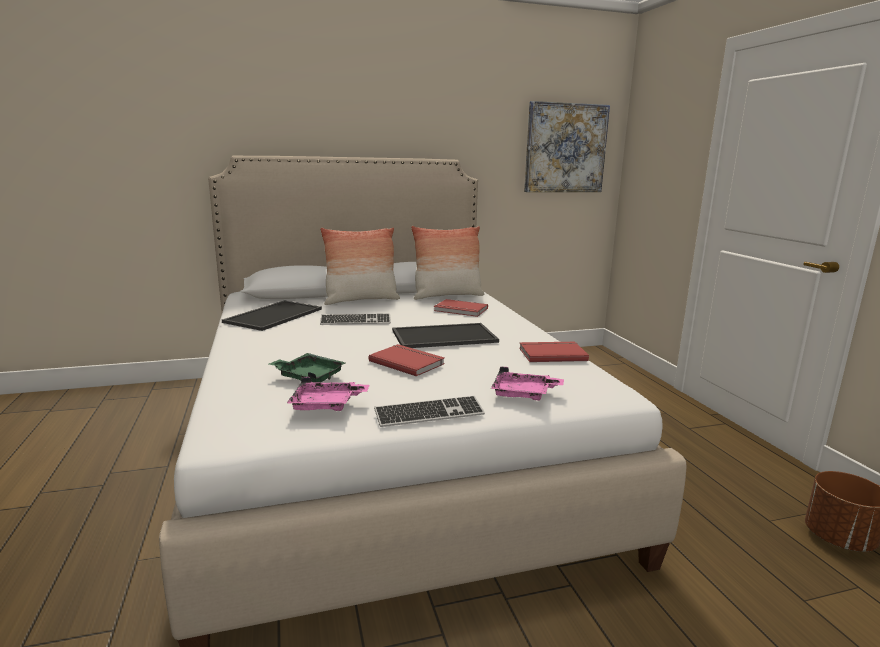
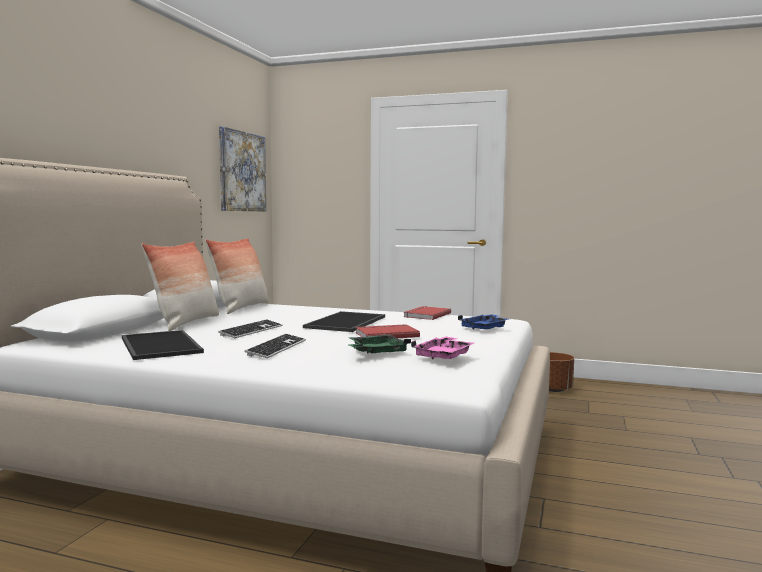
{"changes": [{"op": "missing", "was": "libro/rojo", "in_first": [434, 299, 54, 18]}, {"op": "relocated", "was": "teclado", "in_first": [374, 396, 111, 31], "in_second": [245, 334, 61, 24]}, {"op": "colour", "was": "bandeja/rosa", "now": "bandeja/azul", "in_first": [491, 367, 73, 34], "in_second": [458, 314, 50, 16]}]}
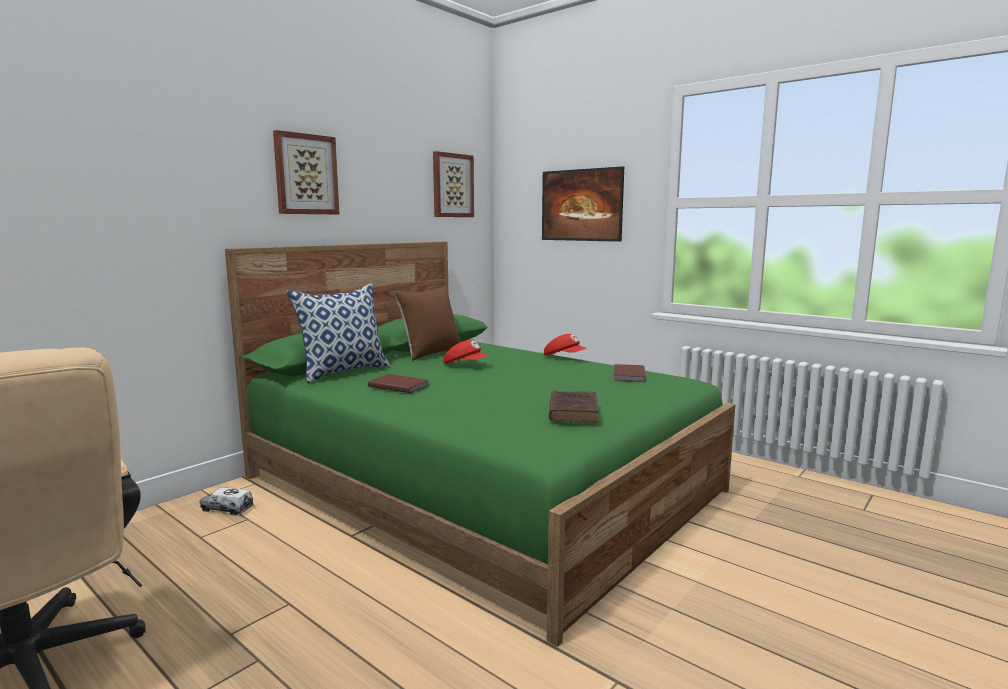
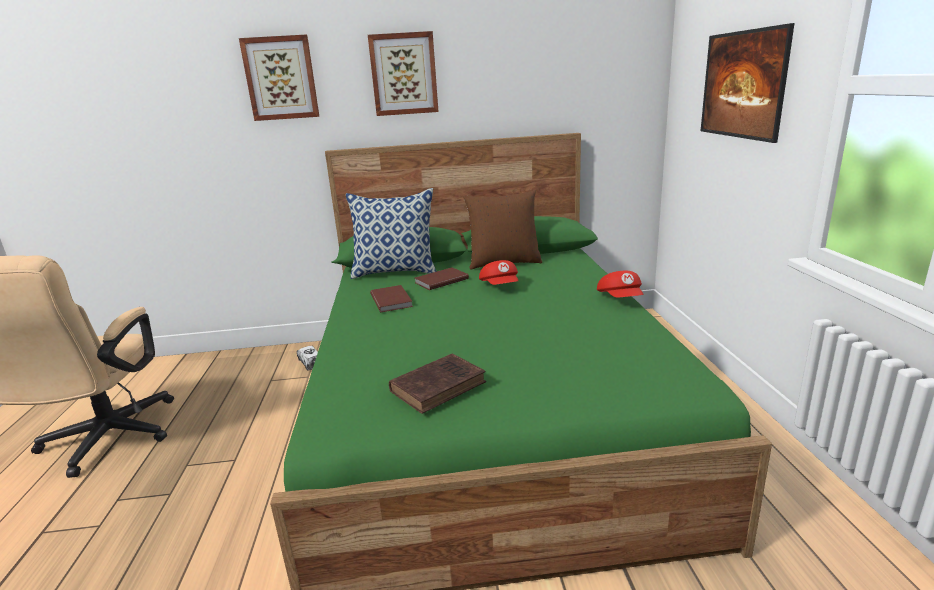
{"changes": [{"op": "relocated", "was": "cuadro", "in_first": [433, 151, 41, 66], "in_second": [239, 35, 80, 86]}, {"op": "relocated", "was": "libro/marrón", "in_first": [613, 364, 33, 18], "in_second": [415, 267, 54, 23]}]}
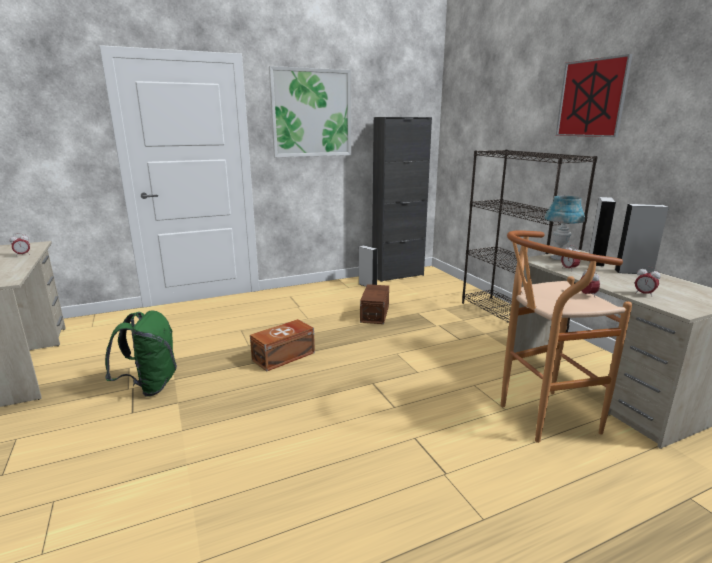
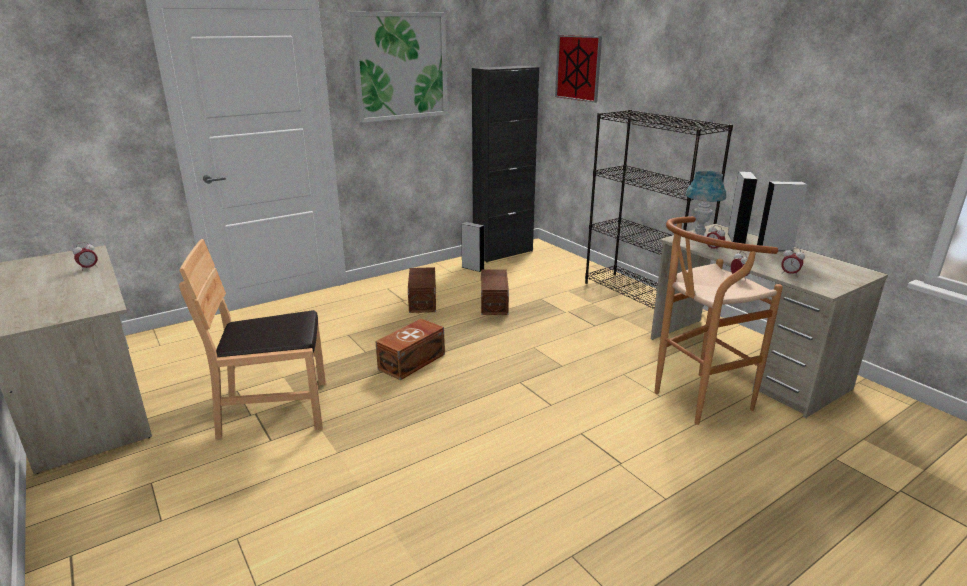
{"changes": [{"op": "appeared", "now": "caja de almacenaje/marrón", "in_second": [408, 267, 28, 46]}, {"op": "relocated", "was": "cuadro", "in_first": [556, 54, 77, 83], "in_second": [555, 35, 47, 68]}, {"op": "exchanged", "was": "mochila/verde", "now": "silla/marrón", "in_first": [105, 311, 72, 86], "in_second": [179, 239, 147, 200]}]}
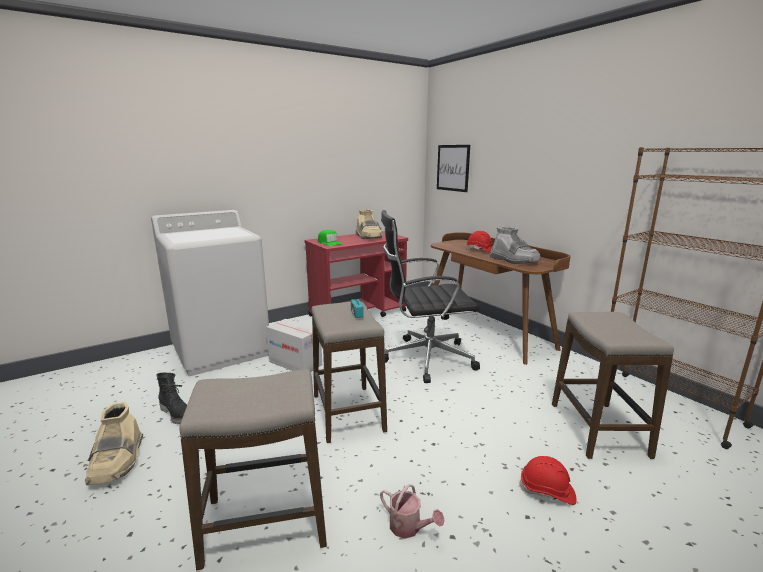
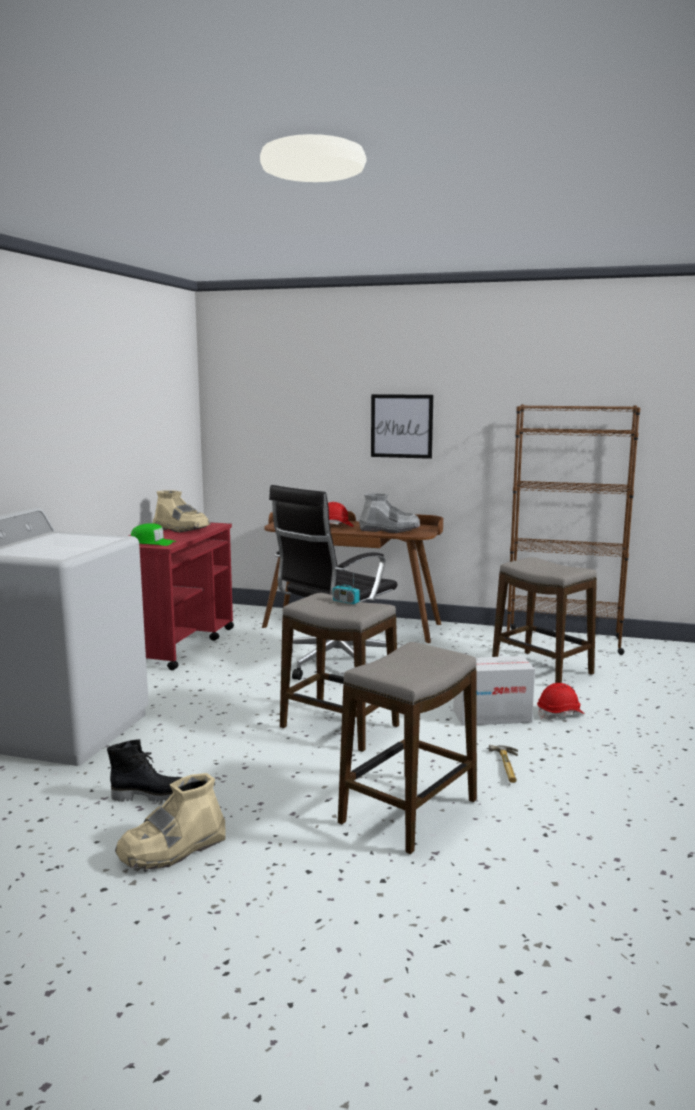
{"changes": [{"op": "relocated", "was": "caja de cartón", "in_first": [266, 319, 56, 53], "in_second": [453, 656, 82, 70]}, {"op": "relocated", "was": "cuadro", "in_first": [437, 145, 33, 47], "in_second": [371, 394, 62, 65]}, {"op": "exchanged", "was": "regadera", "now": "martillo", "in_first": [380, 485, 64, 54], "in_second": [489, 745, 29, 38]}, {"op": "spun", "was": "bota/beis", "in_first": [85, 402, 58, 83], "in_second": [115, 773, 111, 96], "clockwise": 105}]}
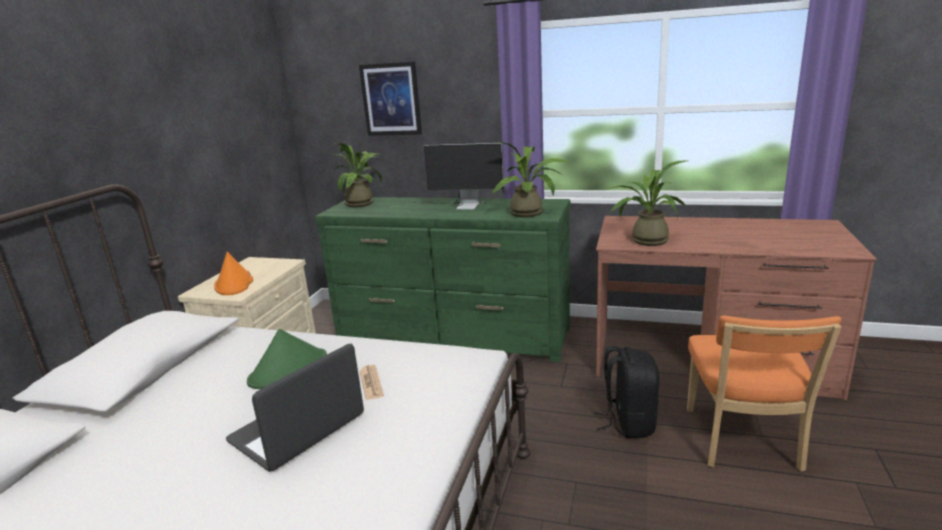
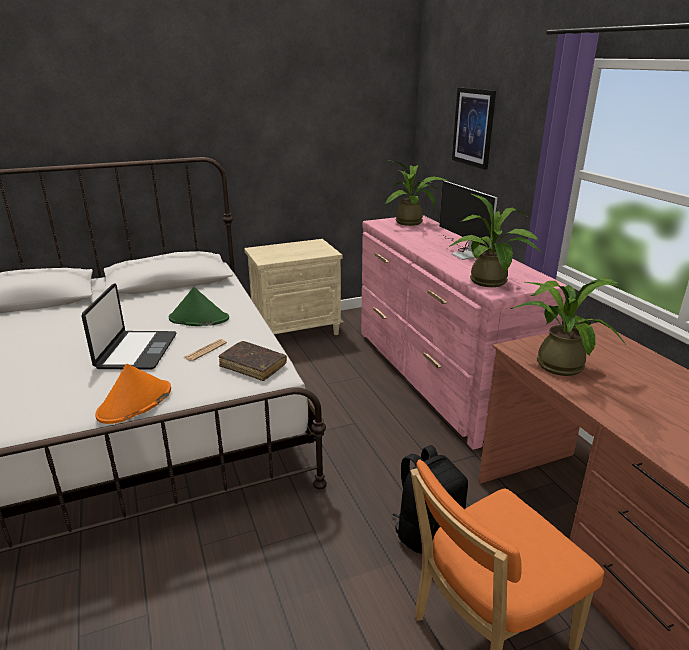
{"changes": [{"op": "appeared", "now": "libro/marrón", "in_second": [219, 341, 68, 40]}, {"op": "relocated", "was": "sombrero/naranja", "in_first": [214, 252, 39, 43], "in_second": [95, 364, 76, 60]}, {"op": "colour", "was": "cómoda/verde", "now": "cómoda/rosa", "in_first": [315, 197, 255, 165], "in_second": [361, 215, 205, 235]}, {"op": "spun", "was": "portátil", "in_first": [226, 344, 138, 128], "in_second": [82, 283, 94, 87], "clockwise": 90}]}
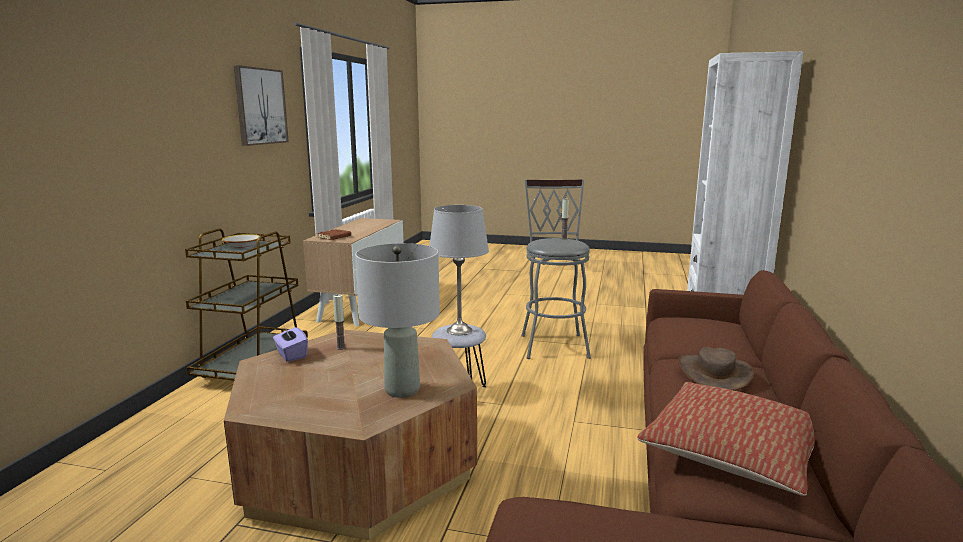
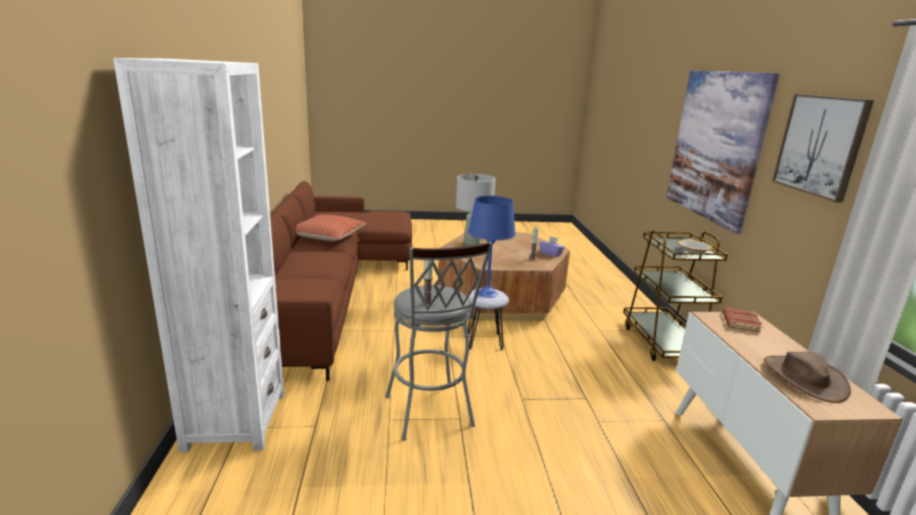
{"changes": [{"op": "appeared", "now": "cuadro", "in_second": [666, 71, 114, 163]}, {"op": "relocated", "was": "sombrero/marrón", "in_first": [678, 347, 76, 44], "in_second": [764, 351, 87, 52]}, {"op": "colour", "was": "lámpara de mesa/gris", "now": "lámpara de mesa/azul", "in_first": [429, 205, 60, 130], "in_second": [468, 196, 48, 102]}]}
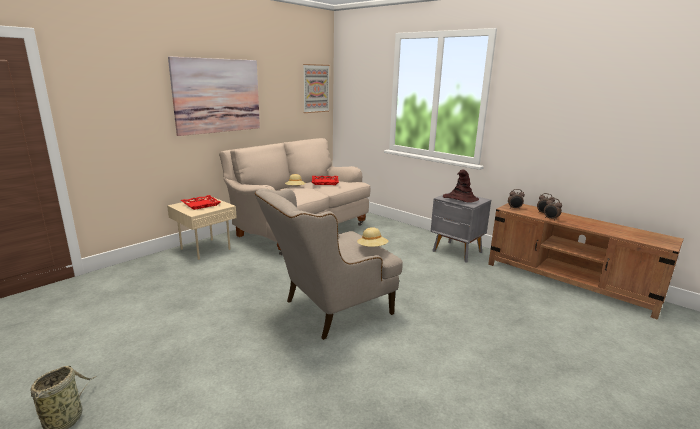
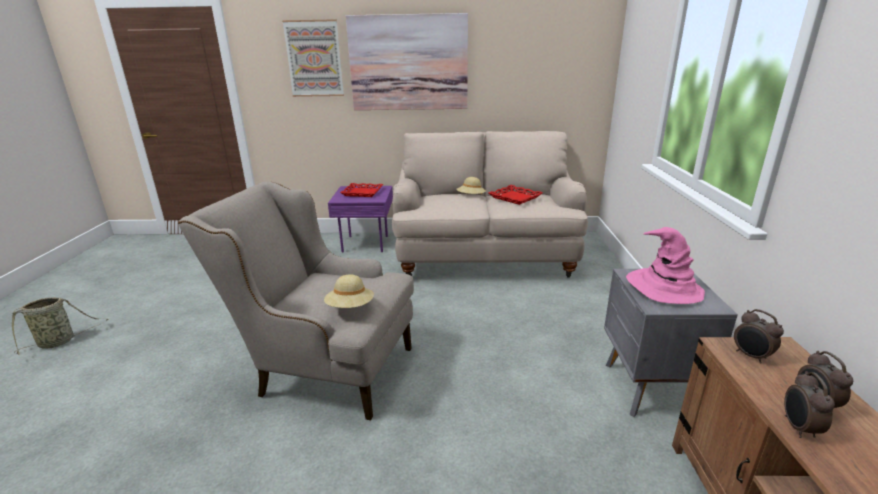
{"changes": [{"op": "relocated", "was": "cuadro", "in_first": [303, 64, 27, 49], "in_second": [282, 19, 62, 78]}, {"op": "colour", "was": "mesa auxiliar/beis", "now": "mesa auxiliar/morado", "in_first": [167, 197, 70, 63], "in_second": [328, 186, 65, 66]}, {"op": "colour", "was": "sombrero/marrón", "now": "sombrero/rosa", "in_first": [443, 169, 36, 34], "in_second": [626, 227, 79, 77]}]}
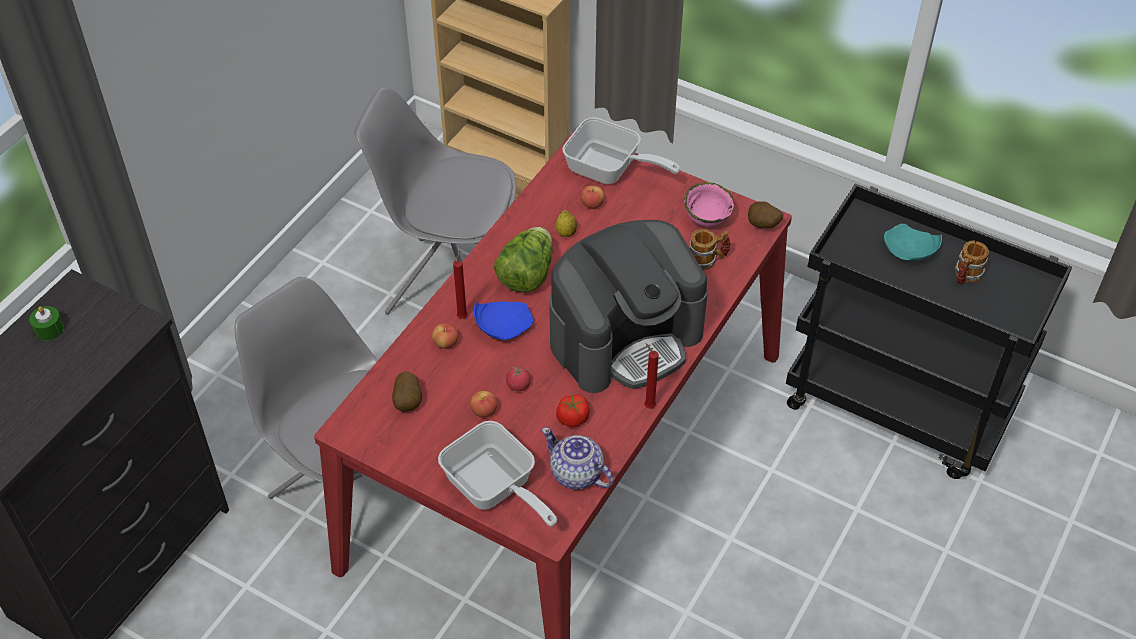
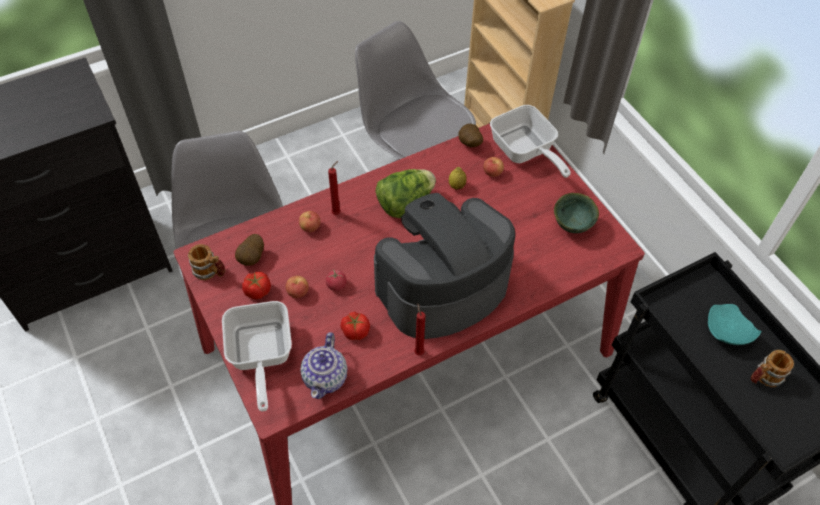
{"changes": [{"op": "missing", "was": "vela/verde", "in_first": [29, 306, 35, 35]}, {"op": "missing", "was": "plato/azul", "in_first": [474, 302, 59, 38]}, {"op": "appeared", "now": "tomate", "in_second": [242, 272, 29, 27]}, {"op": "relocated", "was": "taza grande", "in_first": [689, 229, 42, 41], "in_second": [188, 244, 38, 36]}, {"op": "relocated", "was": "patata", "in_first": [748, 201, 35, 27], "in_second": [458, 124, 25, 24]}, {"op": "colour", "was": "cuenco/rosa", "now": "cuenco/verde", "in_first": [684, 182, 50, 45], "in_second": [554, 193, 45, 40]}, {"op": "spun", "was": "tetera", "in_first": [542, 427, 72, 62], "in_second": [300, 332, 48, 67], "clockwise": -150}, {"op": "spun", "was": "cafetera", "in_first": [549, 220, 159, 173], "in_second": [374, 193, 141, 146], "clockwise": 150}]}
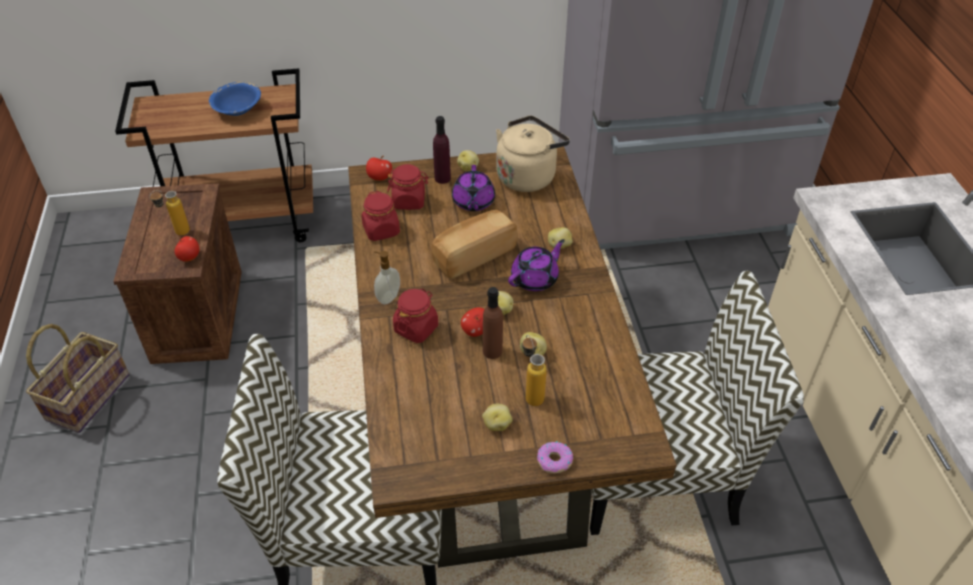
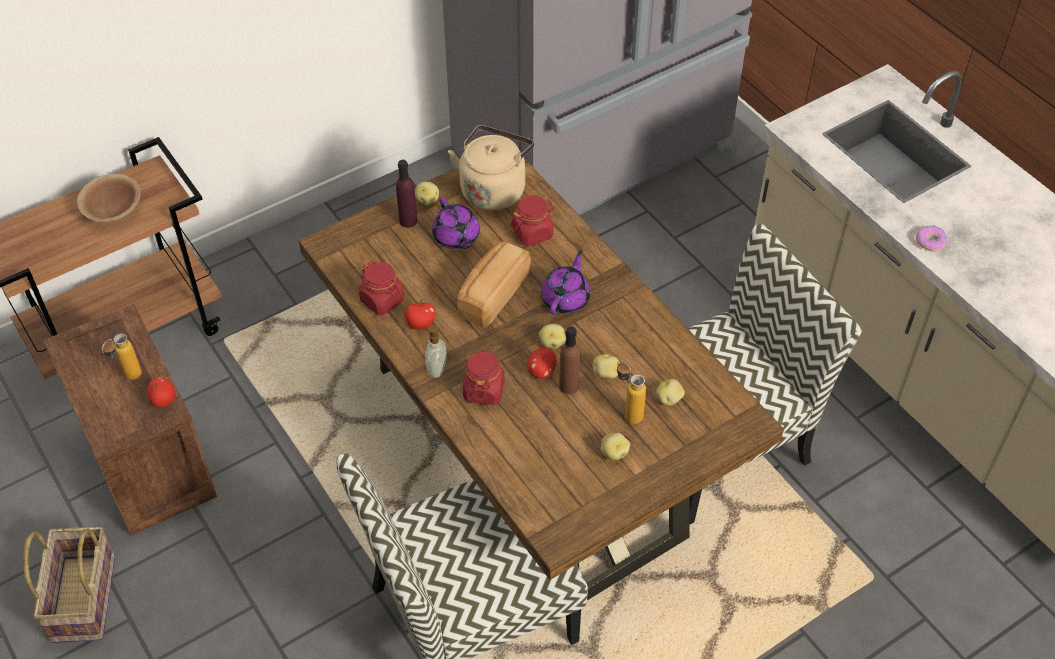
{"changes": [{"op": "relocated", "was": "manzana", "in_first": [366, 156, 26, 25], "in_second": [405, 300, 31, 29]}, {"op": "relocated", "was": "tarro/rojo", "in_first": [387, 164, 42, 46], "in_second": [511, 195, 44, 51]}, {"op": "relocated", "was": "rosquilla", "in_first": [537, 441, 36, 33], "in_second": [916, 225, 31, 27]}, {"op": "relocated", "was": "patata", "in_first": [548, 227, 25, 22], "in_second": [656, 379, 29, 27]}, {"op": "colour", "was": "cuenco/azul", "now": "cuenco/marrón", "in_first": [209, 82, 52, 34], "in_second": [77, 174, 64, 48]}]}
